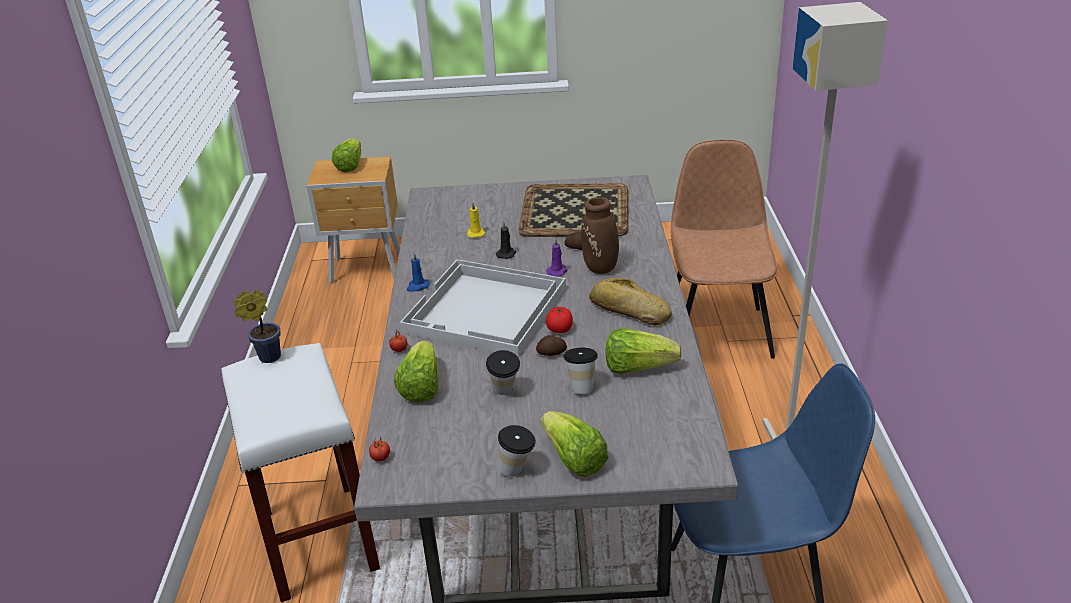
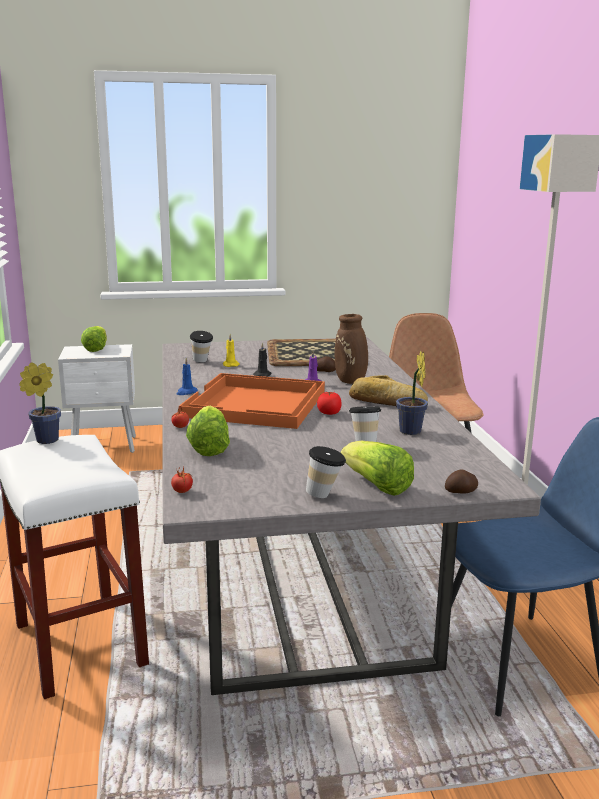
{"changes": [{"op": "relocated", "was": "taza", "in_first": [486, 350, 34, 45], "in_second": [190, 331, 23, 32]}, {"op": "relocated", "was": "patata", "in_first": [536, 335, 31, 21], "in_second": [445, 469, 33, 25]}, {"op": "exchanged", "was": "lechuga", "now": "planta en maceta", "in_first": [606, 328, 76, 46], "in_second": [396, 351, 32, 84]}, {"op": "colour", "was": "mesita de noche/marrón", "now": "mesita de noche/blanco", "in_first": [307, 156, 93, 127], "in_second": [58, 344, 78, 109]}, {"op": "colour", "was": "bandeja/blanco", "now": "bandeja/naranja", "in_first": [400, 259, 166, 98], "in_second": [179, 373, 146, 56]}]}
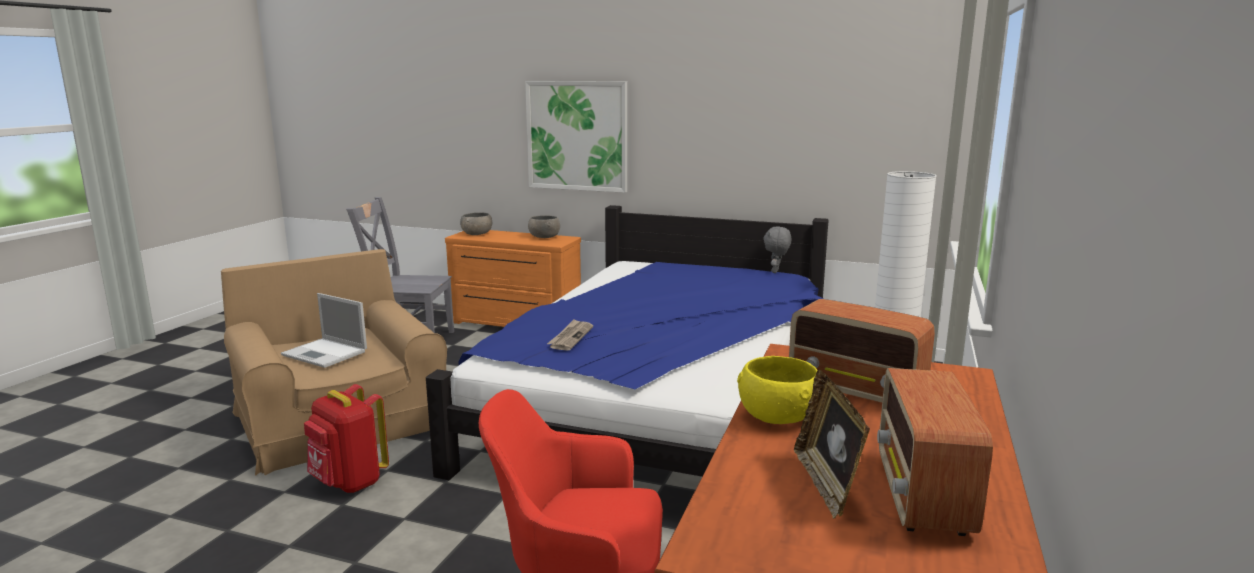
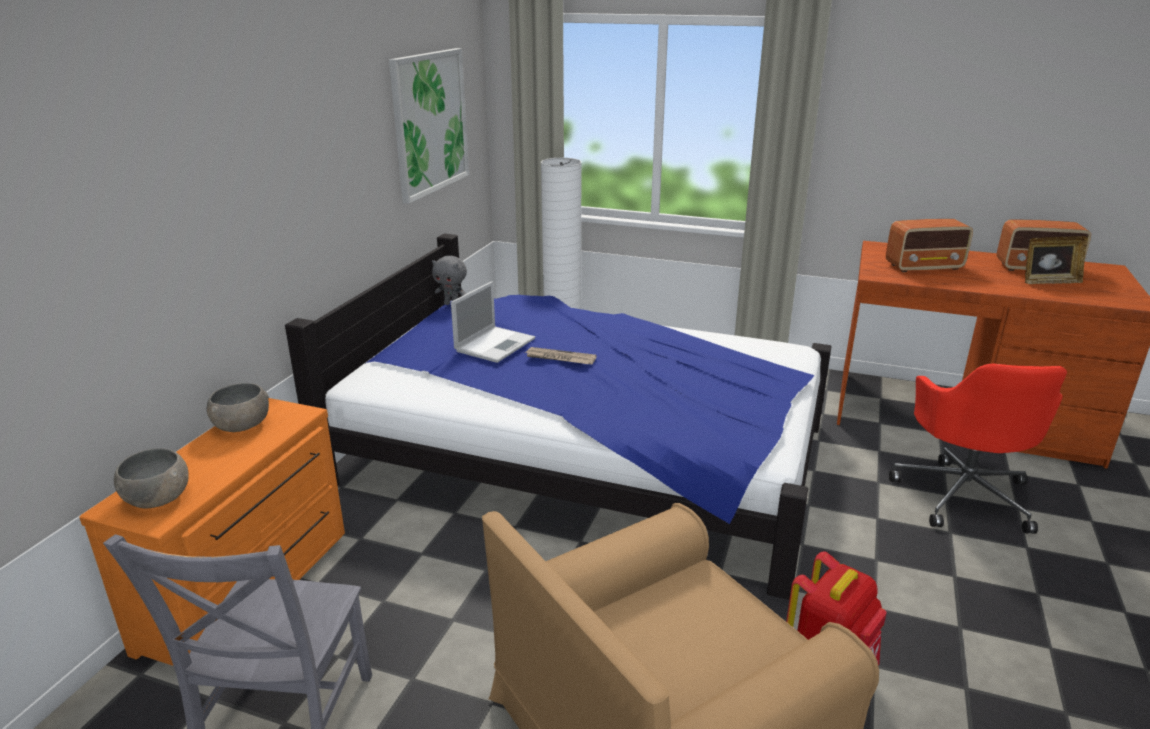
{"changes": [{"op": "missing", "was": "cuenco/amarillo", "in_first": [737, 356, 81, 68]}, {"op": "relocated", "was": "portátil", "in_first": [281, 293, 86, 75], "in_second": [451, 281, 84, 82]}, {"op": "relocated", "was": "cuadro", "in_first": [525, 81, 102, 112], "in_second": [389, 48, 80, 156]}, {"op": "relocated", "was": "periódico", "in_first": [547, 319, 46, 32], "in_second": [525, 347, 72, 18]}, {"op": "spun", "was": "radio", "in_first": [789, 299, 146, 104], "in_second": [886, 219, 87, 53], "clockwise": 45}]}
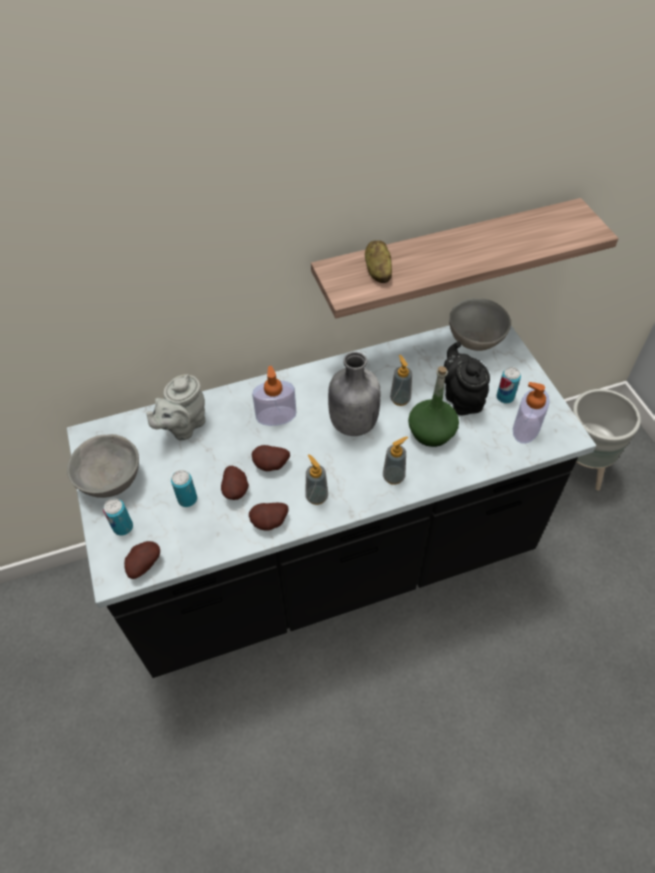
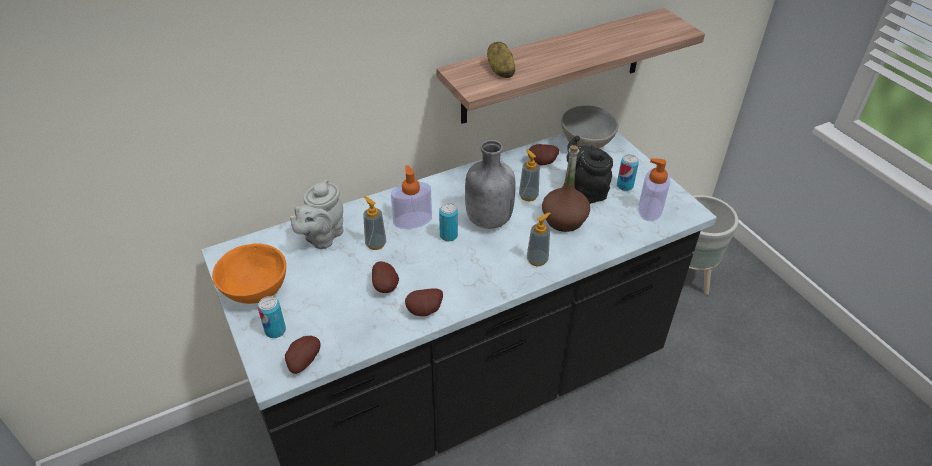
{"changes": [{"op": "relocated", "was": "lata", "in_first": [171, 470, 26, 37], "in_second": [439, 203, 19, 39]}, {"op": "relocated", "was": "patata", "in_first": [252, 445, 38, 26], "in_second": [528, 144, 31, 22]}, {"op": "relocated", "was": "dispensador de jabón", "in_first": [305, 454, 23, 51], "in_second": [363, 196, 23, 54]}, {"op": "colour", "was": "cuenco/gris", "now": "cuenco/naranja", "in_first": [67, 434, 72, 64], "in_second": [212, 243, 74, 61]}, {"op": "colour", "was": "botella/verde", "now": "botella/marrón", "in_first": [408, 366, 51, 81], "in_second": [542, 145, 48, 87]}]}
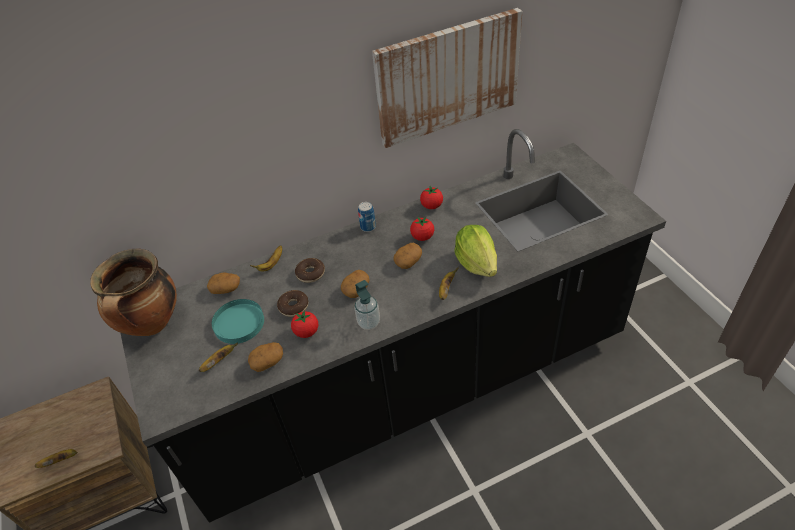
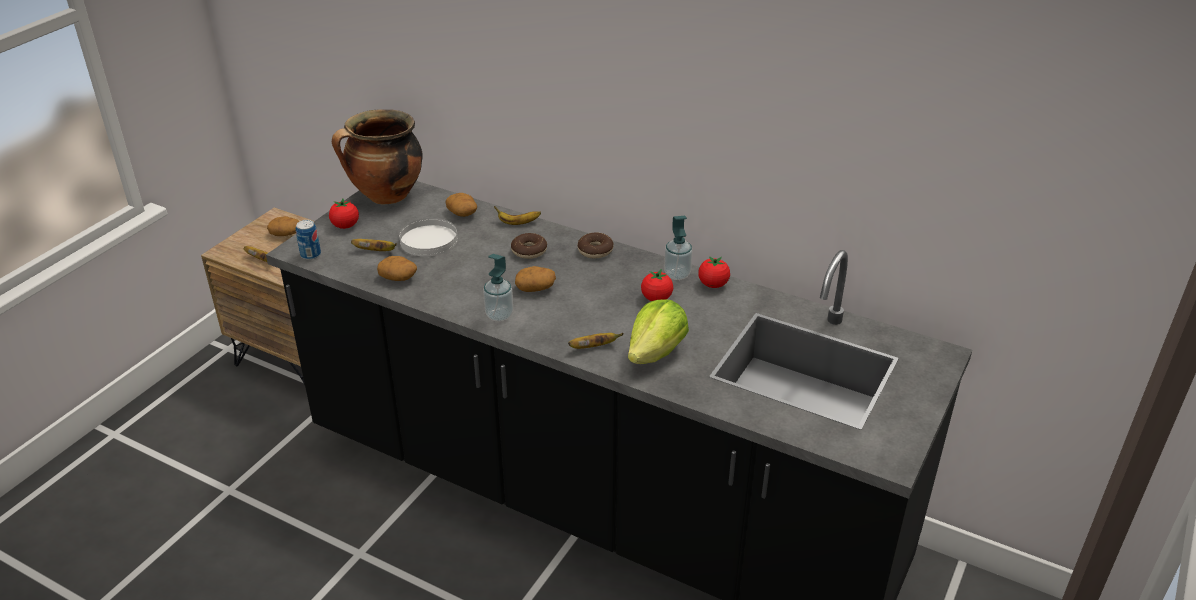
{"changes": [{"op": "missing", "was": "cuadro", "in_first": [372, 8, 150, 140]}, {"op": "appeared", "now": "dispensador de jabón", "in_second": [664, 216, 28, 64]}, {"op": "relocated", "was": "rosquilla", "in_first": [277, 290, 31, 27], "in_second": [577, 232, 36, 26]}, {"op": "relocated", "was": "tomate", "in_first": [291, 310, 27, 28], "in_second": [329, 199, 30, 30]}, {"op": "relocated", "was": "lata", "in_first": [358, 202, 18, 30], "in_second": [296, 220, 25, 40]}, {"op": "relocated", "was": "patata", "in_first": [394, 243, 28, 26], "in_second": [267, 216, 32, 20]}, {"op": "colour", "was": "plato/turquesa", "now": "plato/blanco", "in_first": [212, 299, 52, 45], "in_second": [399, 218, 59, 38]}]}
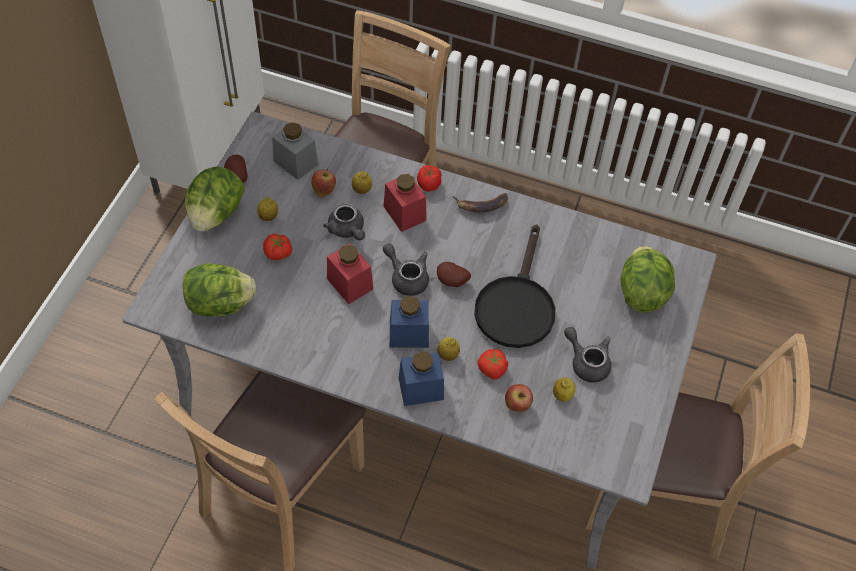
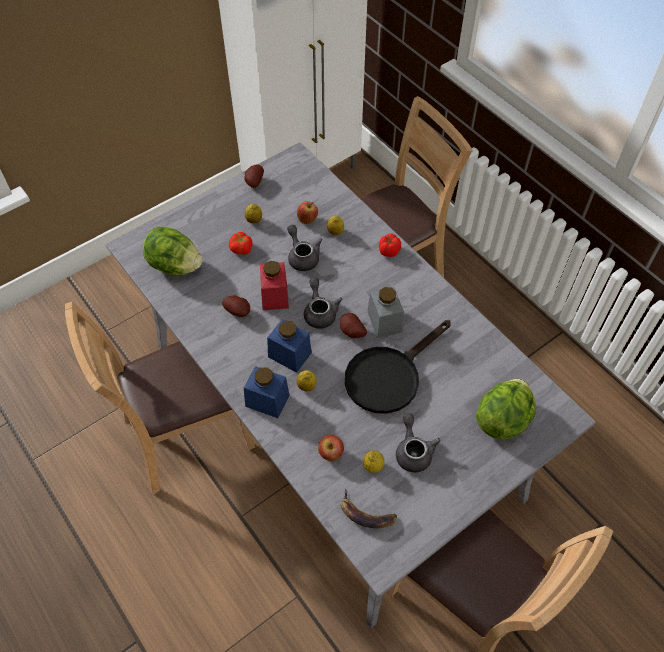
{"changes": [{"op": "missing", "was": "lechuga", "in_first": [185, 166, 60, 65]}, {"op": "missing", "was": "tarro/rojo", "in_first": [384, 173, 43, 59]}, {"op": "missing", "was": "tomate", "in_first": [478, 349, 30, 31]}, {"op": "appeared", "now": "patata", "in_second": [222, 295, 28, 22]}, {"op": "relocated", "was": "tarro/gris", "in_first": [272, 122, 46, 58], "in_second": [367, 287, 37, 51]}, {"op": "relocated", "was": "plátano", "in_first": [453, 193, 55, 19], "in_second": [341, 489, 56, 39]}, {"op": "spun", "was": "tetera/gris", "in_first": [323, 203, 42, 37], "in_second": [287, 225, 35, 46], "clockwise": 150}]}
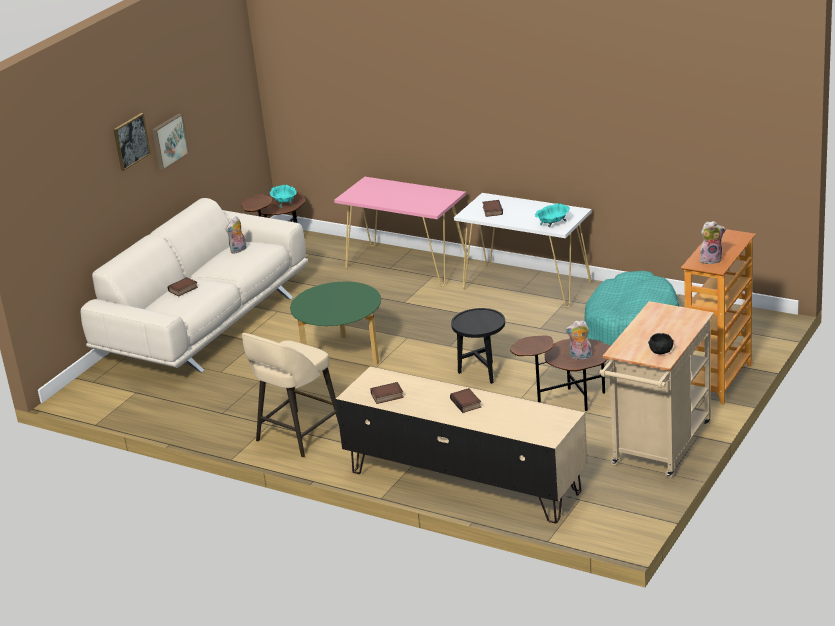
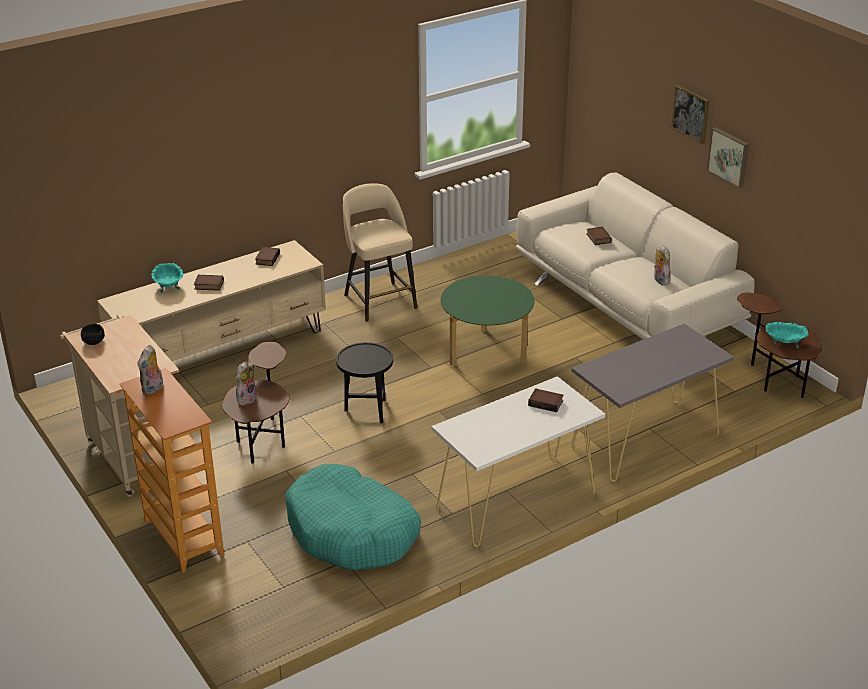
{"changes": [{"op": "relocated", "was": "cuenco/turquesa", "in_first": [535, 203, 35, 24], "in_second": [151, 263, 32, 30]}, {"op": "colour", "was": "mesa consola/rosa", "now": "mesa consola/gris", "in_first": [334, 177, 135, 109], "in_second": [571, 324, 163, 158]}]}
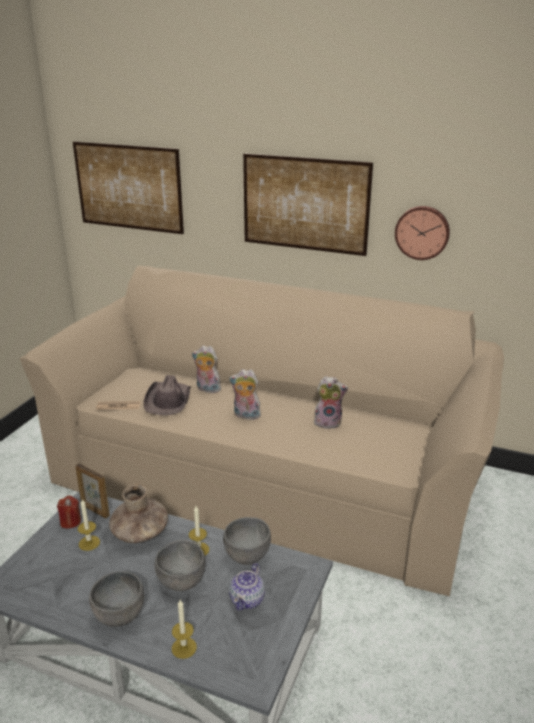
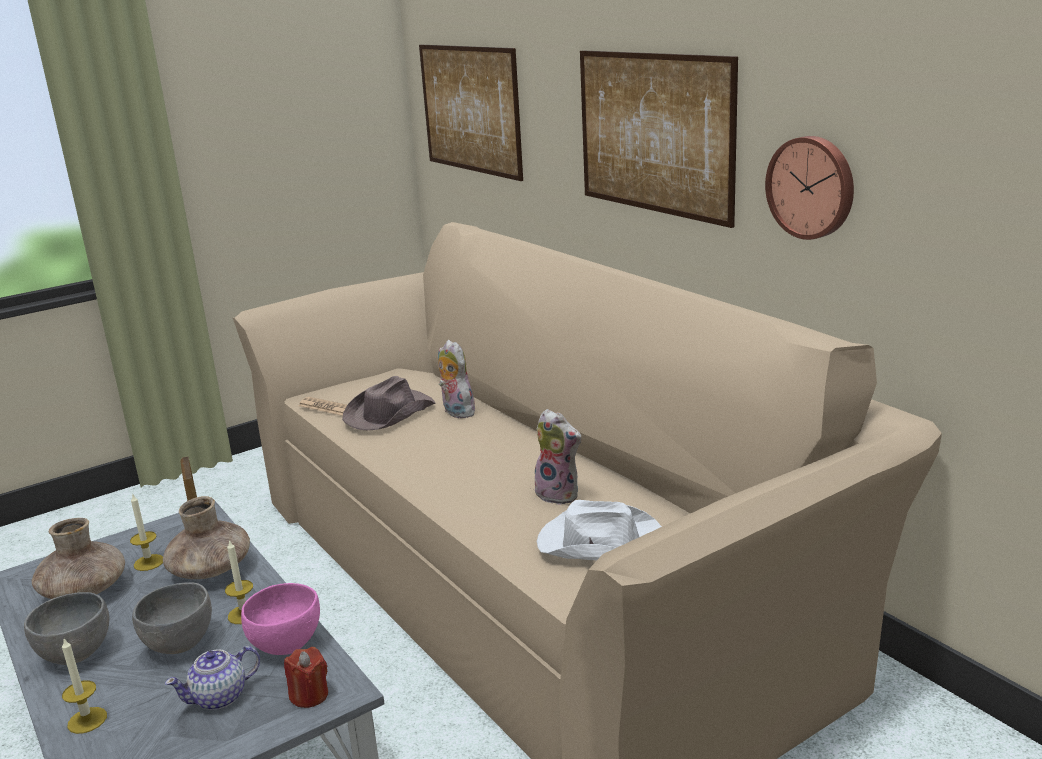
{"changes": [{"op": "missing", "was": "peluche", "in_first": [229, 369, 32, 51]}, {"op": "appeared", "now": "florero/marrón", "in_second": [32, 518, 93, 81]}, {"op": "appeared", "now": "sombrero/blanco", "in_second": [537, 500, 125, 60]}, {"op": "relocated", "was": "vela/rojo", "in_first": [57, 496, 24, 33], "in_second": [284, 647, 44, 61]}, {"op": "colour", "was": "cuenco/gris", "now": "cuenco/rosa", "in_first": [223, 517, 48, 48], "in_second": [241, 583, 79, 72]}]}
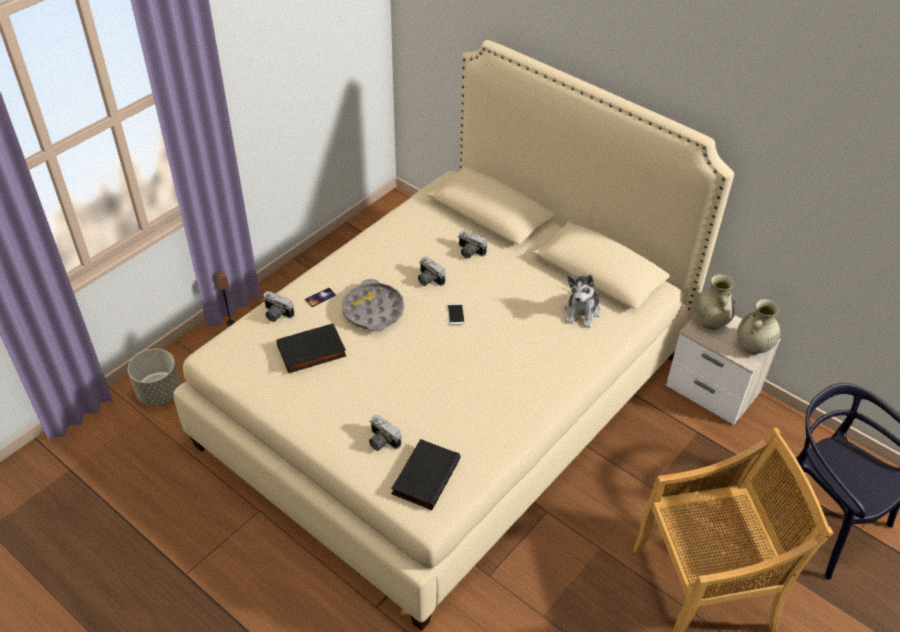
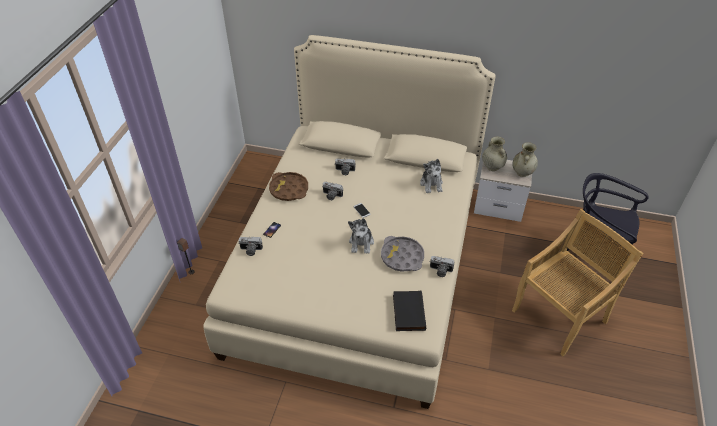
{"changes": [{"op": "missing", "was": "maceta/gris", "in_first": [128, 349, 53, 57]}, {"op": "missing", "was": "libro/negro", "in_first": [277, 323, 69, 50]}, {"op": "appeared", "now": "bandeja/marrón", "in_second": [269, 172, 39, 29]}, {"op": "appeared", "now": "peluche", "in_second": [348, 218, 26, 36]}, {"op": "relocated", "was": "bandeja/gris", "in_first": [342, 279, 62, 53], "in_second": [381, 236, 43, 36]}, {"op": "relocated", "was": "cámara", "in_first": [369, 414, 33, 37], "in_second": [430, 256, 24, 21]}]}
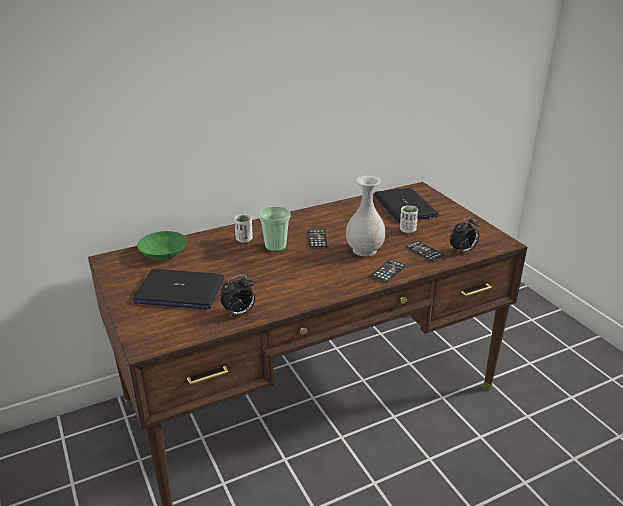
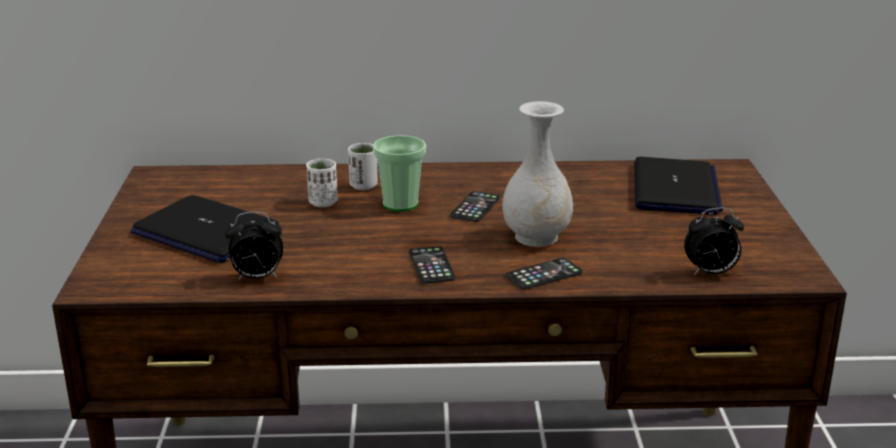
{"changes": [{"op": "missing", "was": "cuenco/verde", "in_first": [137, 231, 50, 29]}, {"op": "relocated", "was": "taza/blanco", "in_first": [400, 205, 18, 28], "in_second": [306, 159, 32, 48]}, {"op": "relocated", "was": "móvil", "in_first": [406, 241, 39, 21], "in_second": [409, 246, 46, 38]}]}
